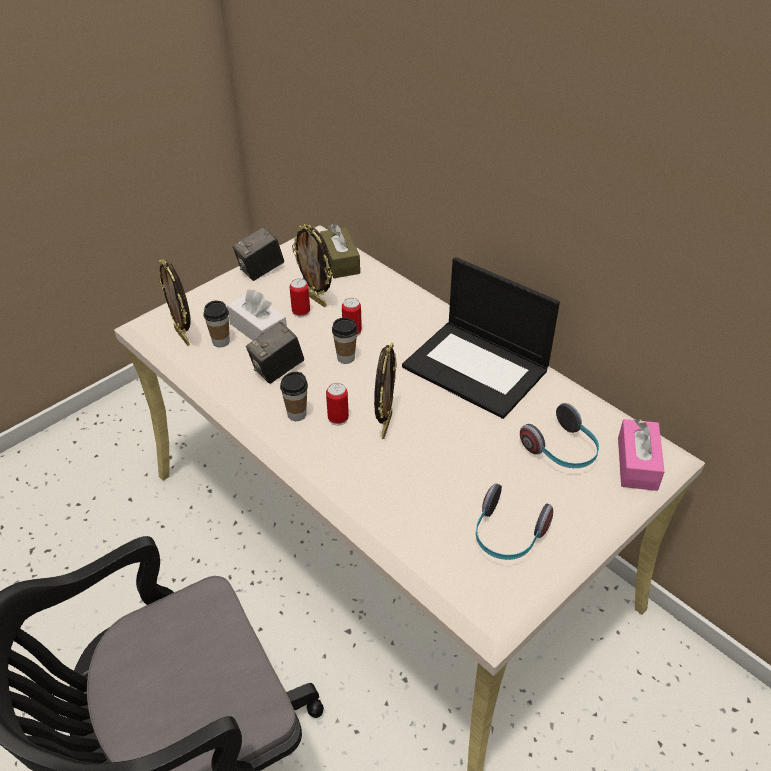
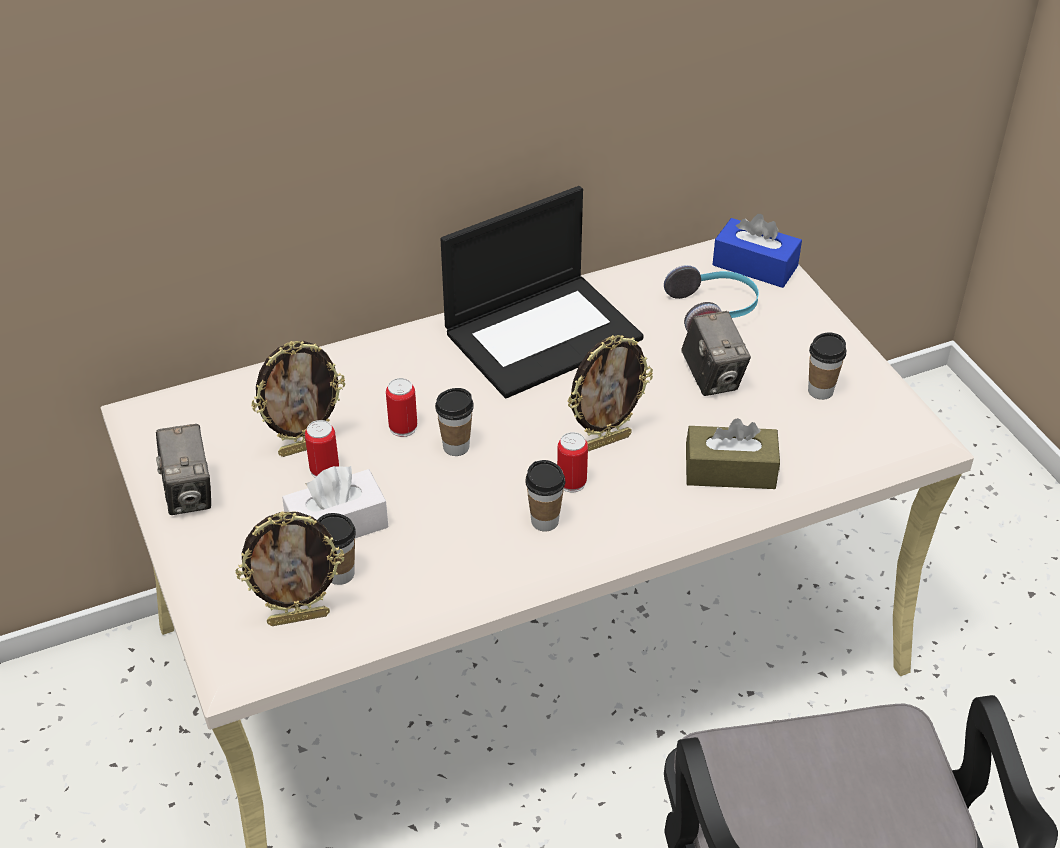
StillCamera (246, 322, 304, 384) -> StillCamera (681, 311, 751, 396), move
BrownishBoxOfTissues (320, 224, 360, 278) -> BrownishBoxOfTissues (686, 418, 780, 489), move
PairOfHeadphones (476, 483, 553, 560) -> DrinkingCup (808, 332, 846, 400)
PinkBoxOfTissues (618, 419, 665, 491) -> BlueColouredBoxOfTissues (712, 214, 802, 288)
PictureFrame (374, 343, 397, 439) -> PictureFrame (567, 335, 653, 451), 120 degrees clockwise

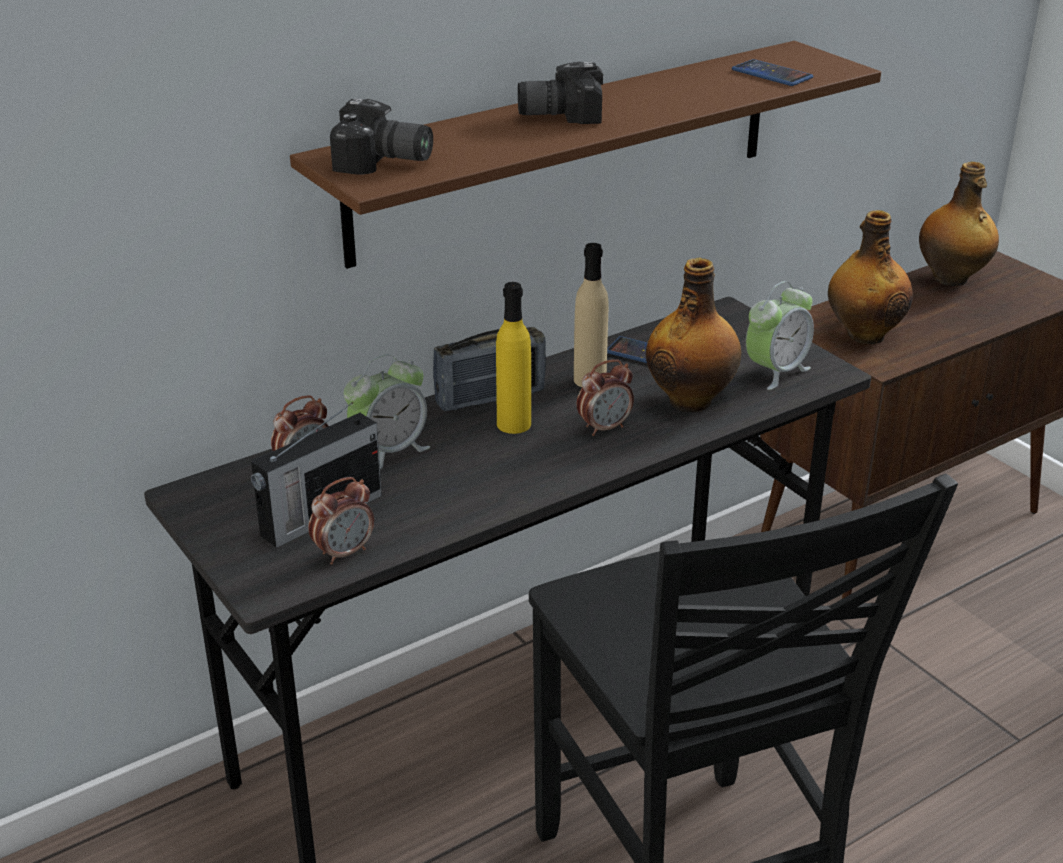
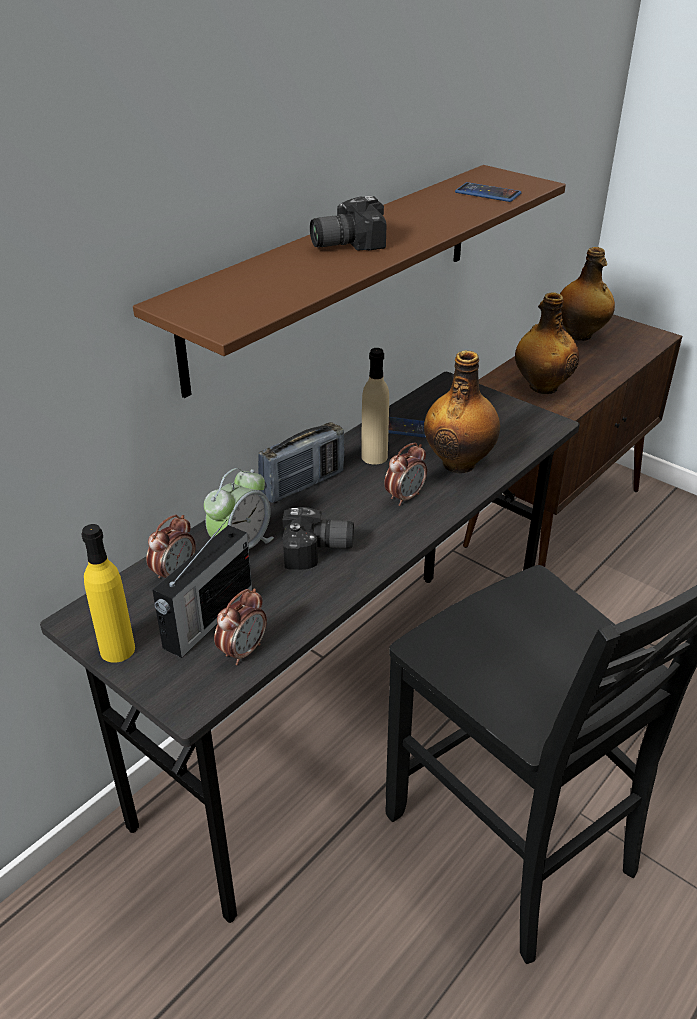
AlarmClock (746, 281, 814, 390) -> none
StillCamera (330, 98, 433, 175) -> StillCamera (283, 506, 354, 570), move
YellowColouredBottle (496, 282, 531, 434) -> YellowColouredBottle (81, 524, 135, 663), move

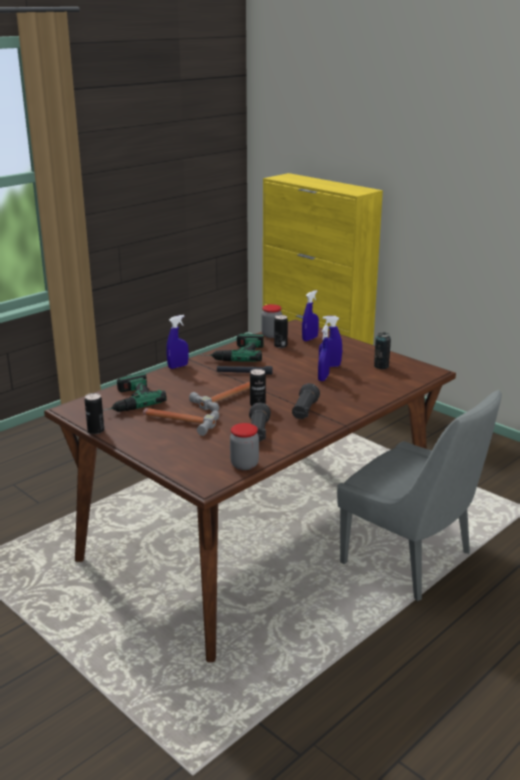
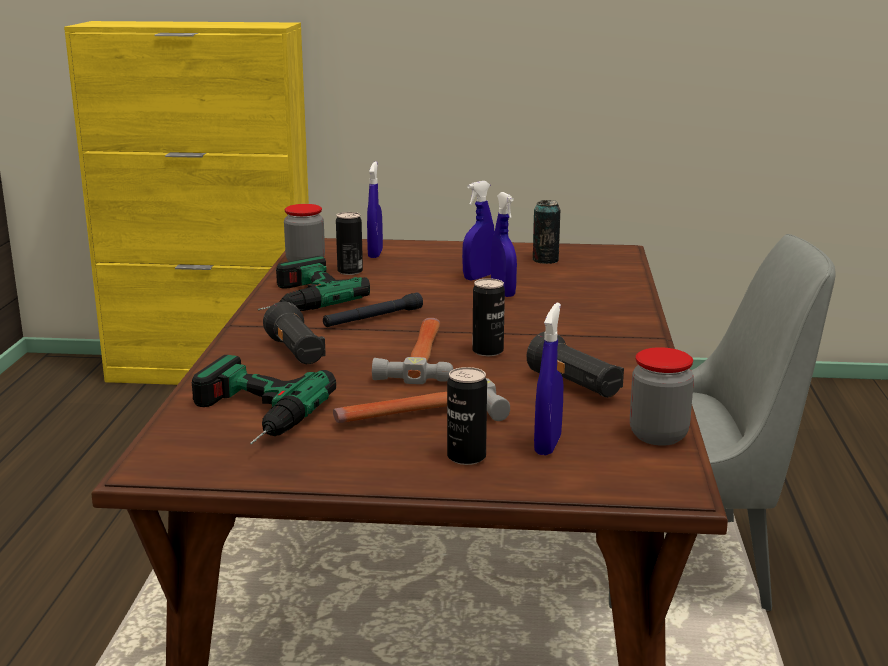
Can (85, 393, 104, 434) -> Can (447, 367, 487, 465), move
BlueColouredHandSprayer (166, 315, 189, 369) -> BlueColouredHandSprayer (534, 303, 563, 455), move
BlackTorch (292, 383, 320, 419) -> BlackTorch (263, 302, 326, 364), move

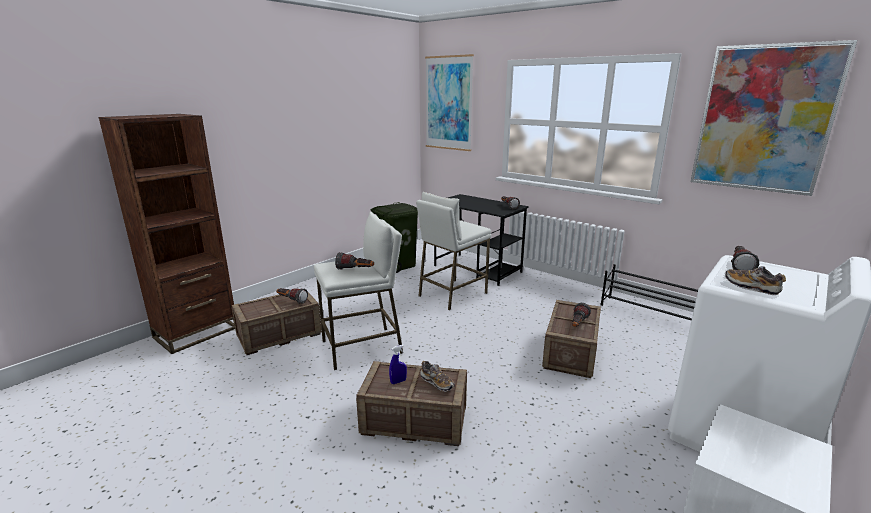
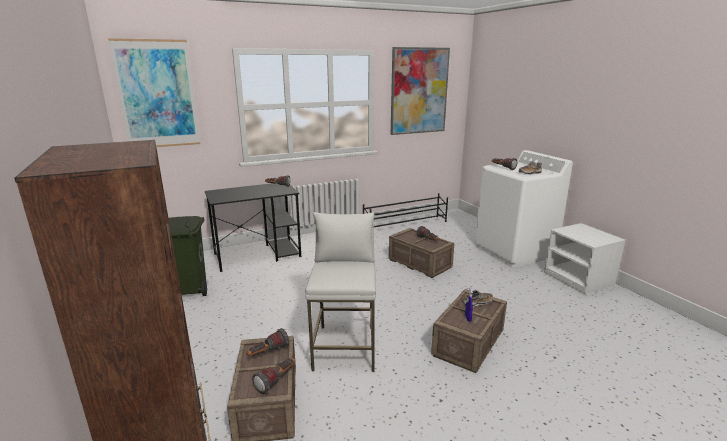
WhitishStoolSeat (416, 192, 491, 310) -> none
Torch (335, 252, 374, 270) -> Torch (252, 358, 295, 394), move

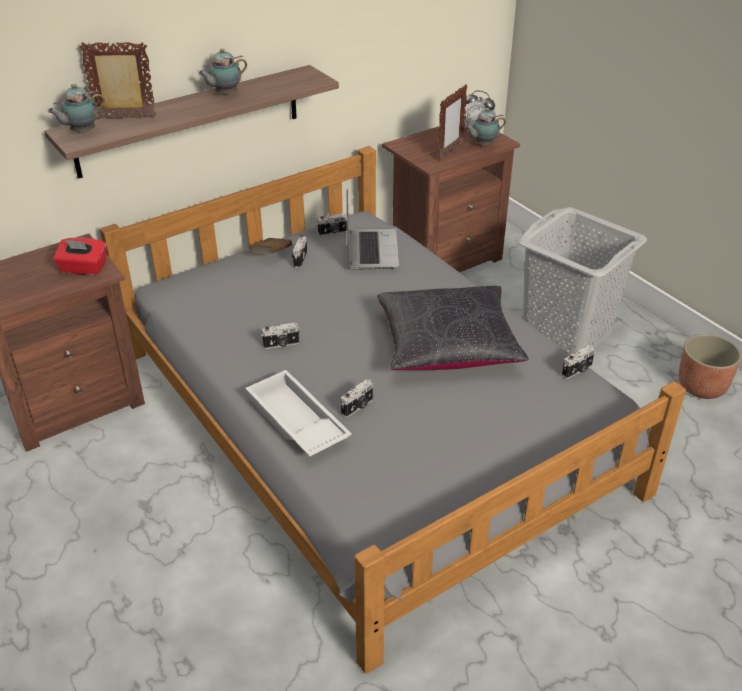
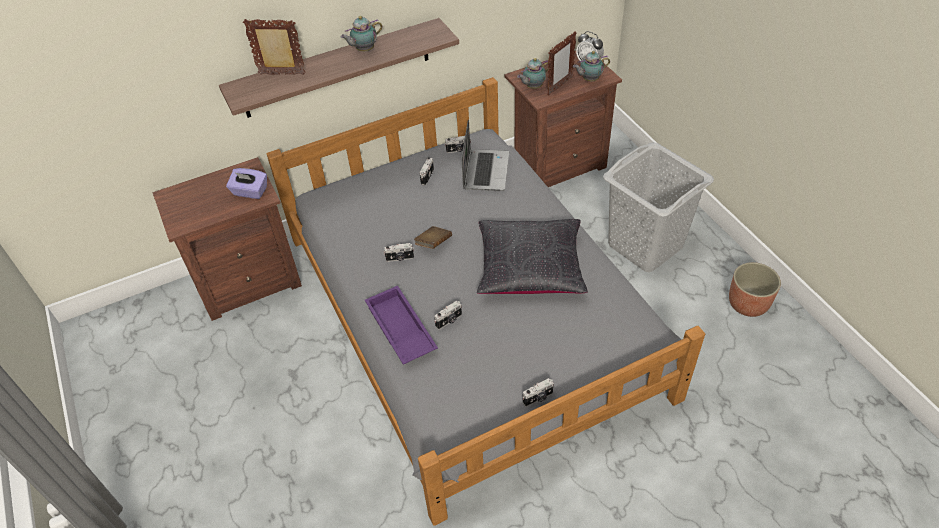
PotForTea (48, 84, 105, 133) -> PotForTea (517, 58, 549, 89), move
BrownishVolume (250, 238, 292, 253) -> BrownishVolume (414, 226, 452, 249), move
StillCamera (562, 345, 595, 379) -> StillCamera (522, 378, 554, 407), move
RedBoxOfTissues (53, 238, 107, 275) -> PurpleBoxOfTissues (226, 168, 267, 199)
WhitishTray (245, 370, 352, 456) -> PurpleTray (365, 286, 438, 365)

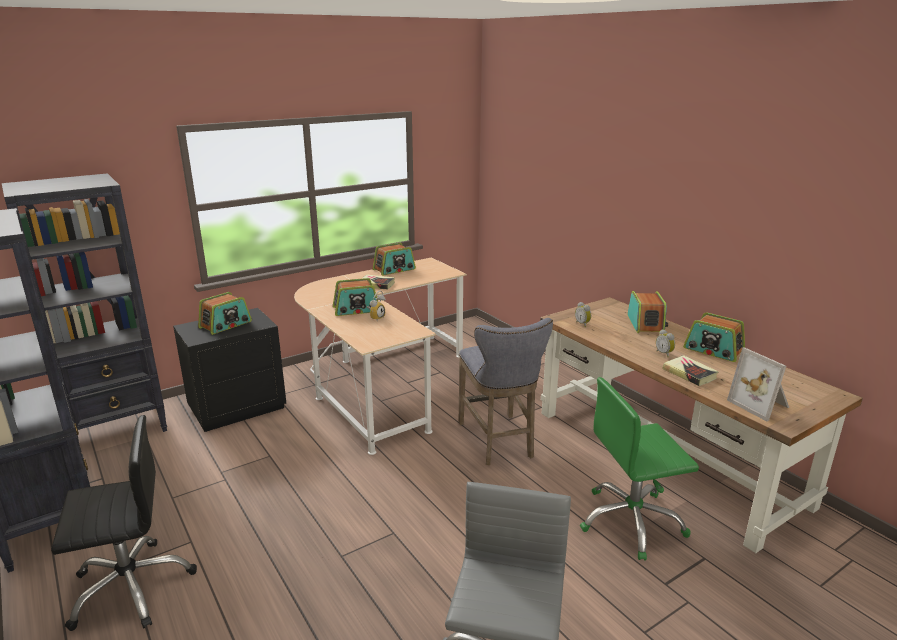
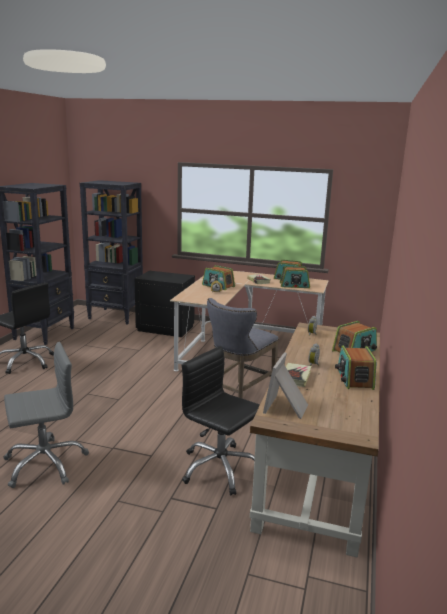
RadioReceiver (198, 292, 252, 335) -> RadioReceiver (280, 266, 310, 288), move
GreenOfficeChair (580, 377, 699, 560) -> BlackOfficeChair (182, 346, 260, 496)

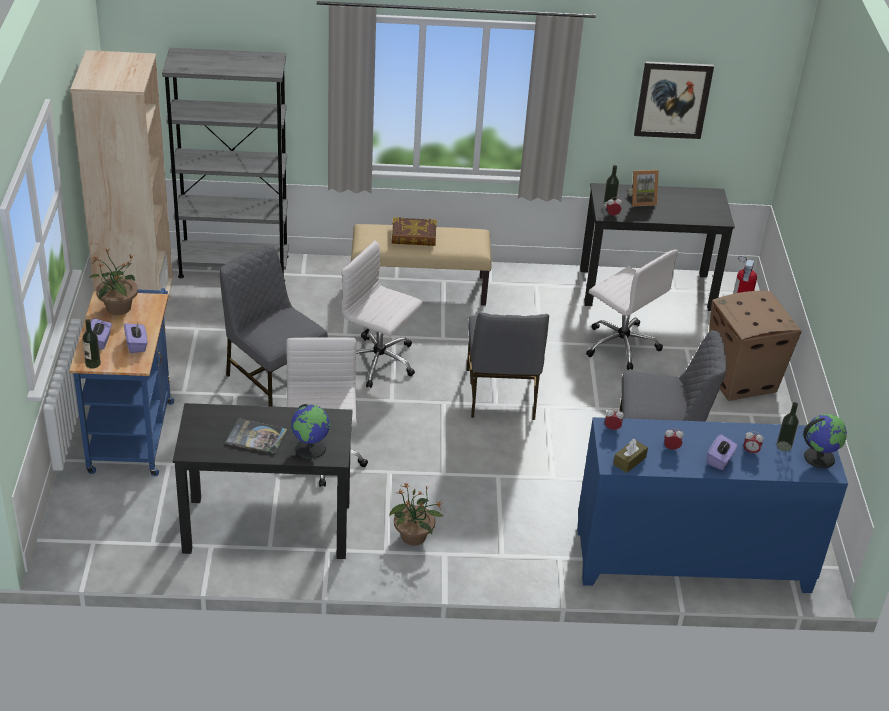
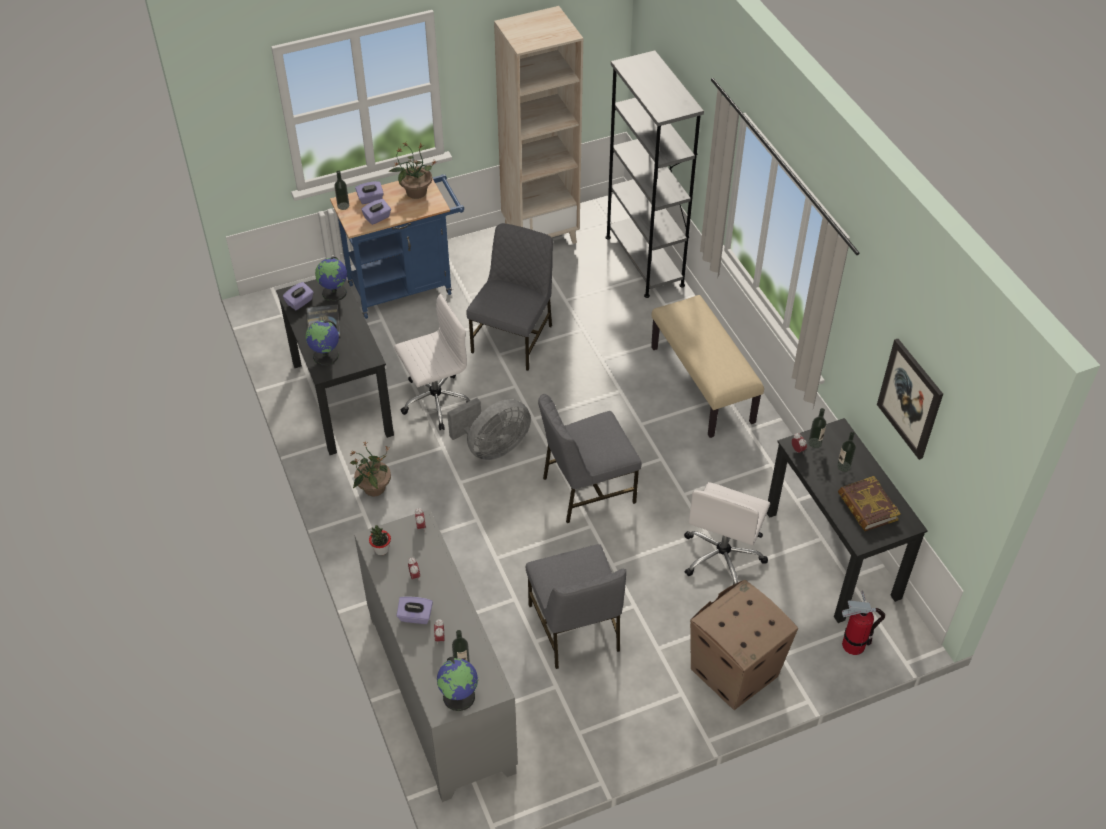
WhitishOfficeChair (341, 241, 423, 388) -> none
none -> PurpleBoxOfTissues (283, 282, 314, 310)
none -> Globe (315, 257, 347, 302)
none -> GreyElectricFan (447, 398, 531, 460)
Volume (392, 217, 437, 246) -> Volume (838, 476, 901, 531), move
BrownishBoxOfTissues (613, 439, 648, 473) -> PlantInAPot (369, 525, 391, 555)
PictureFrame (628, 170, 659, 207) -> Bottle (837, 432, 856, 472)
BlueColouredStorageCabinet (577, 417, 848, 593) -> GreyStorageCabinet (354, 509, 518, 802)

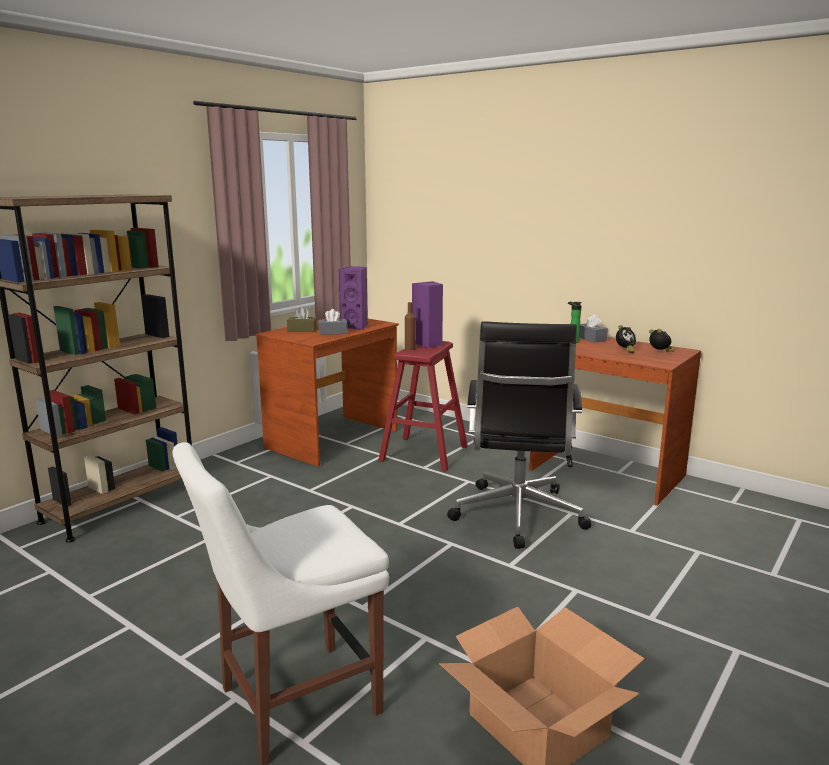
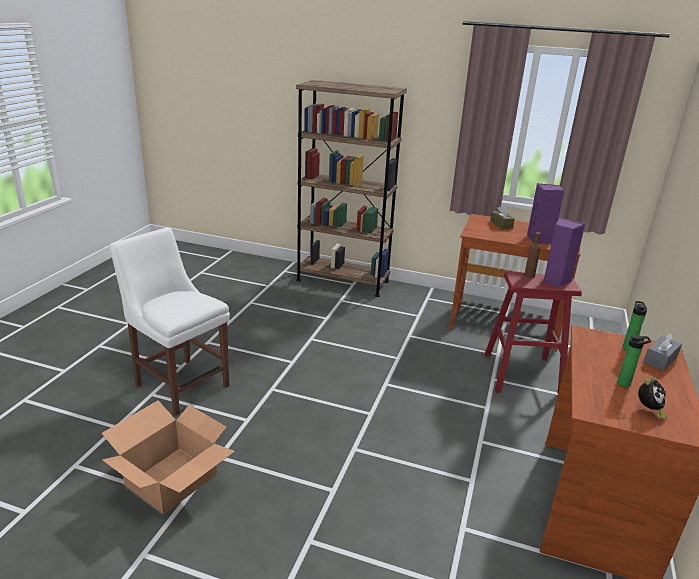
GreyBoxOfTissues (318, 309, 348, 335) -> none
BlackOfficeChair (447, 321, 591, 549) -> none
AlarmClock (616, 325, 636, 353) -> Bottle (617, 335, 651, 387)

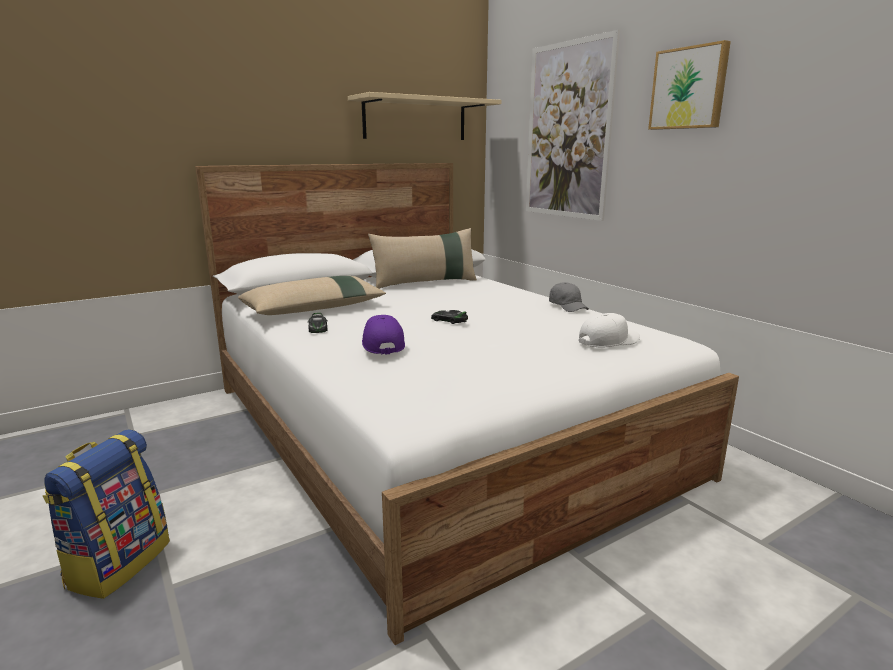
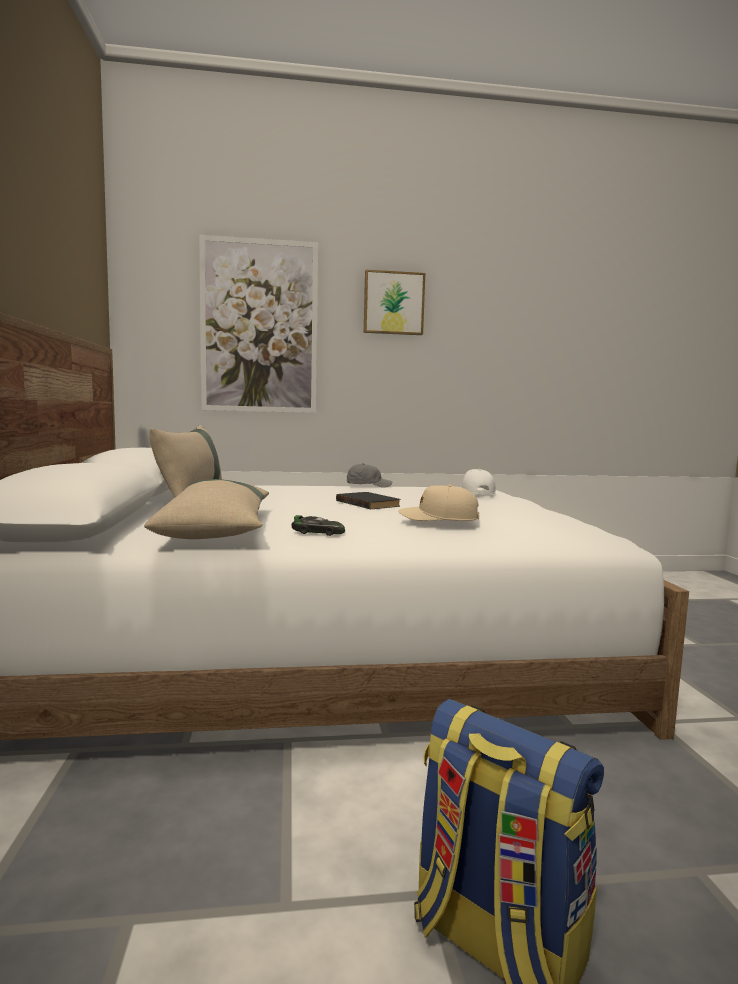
BeigeColouredWallShelf (348, 92, 502, 140) -> none
ToyCar (431, 310, 468, 324) -> BlackVolume (336, 492, 401, 509)
PurpleBaseballCap (362, 315, 405, 354) -> BeigeColouredBaseballCap (398, 484, 479, 521)

